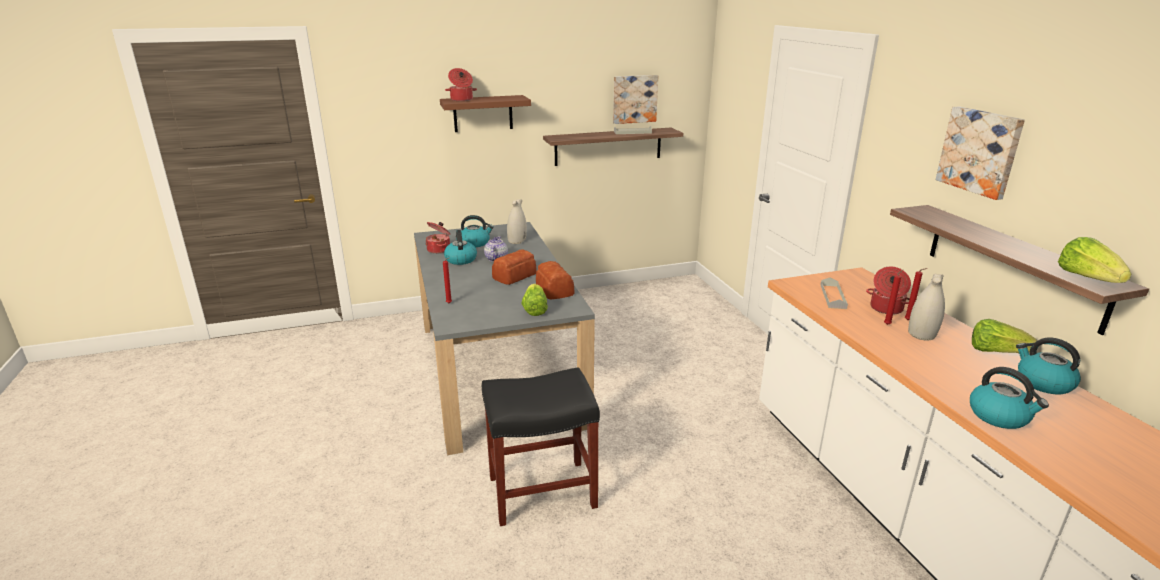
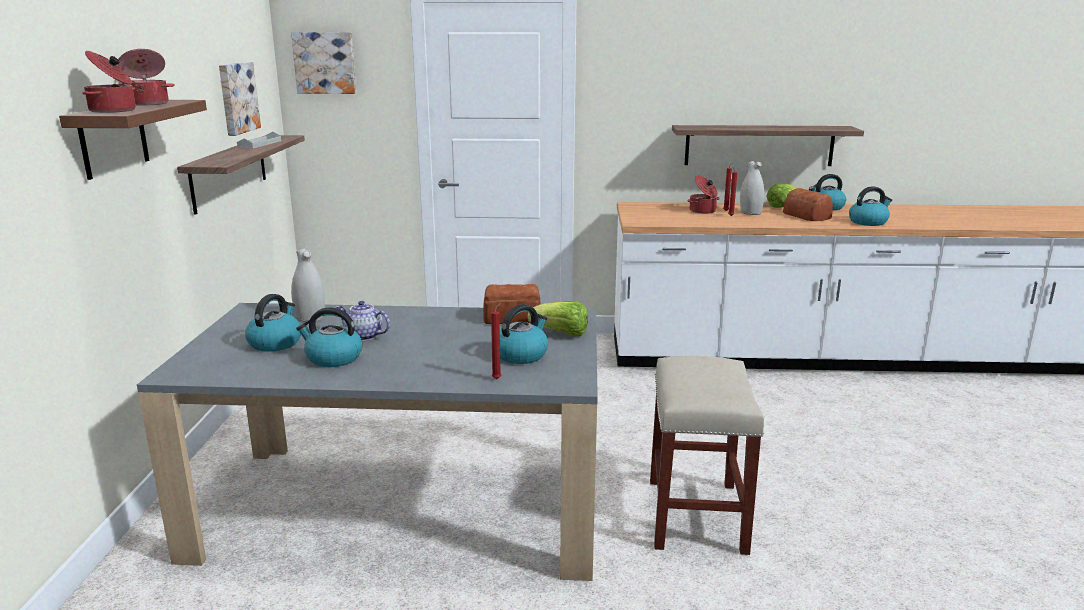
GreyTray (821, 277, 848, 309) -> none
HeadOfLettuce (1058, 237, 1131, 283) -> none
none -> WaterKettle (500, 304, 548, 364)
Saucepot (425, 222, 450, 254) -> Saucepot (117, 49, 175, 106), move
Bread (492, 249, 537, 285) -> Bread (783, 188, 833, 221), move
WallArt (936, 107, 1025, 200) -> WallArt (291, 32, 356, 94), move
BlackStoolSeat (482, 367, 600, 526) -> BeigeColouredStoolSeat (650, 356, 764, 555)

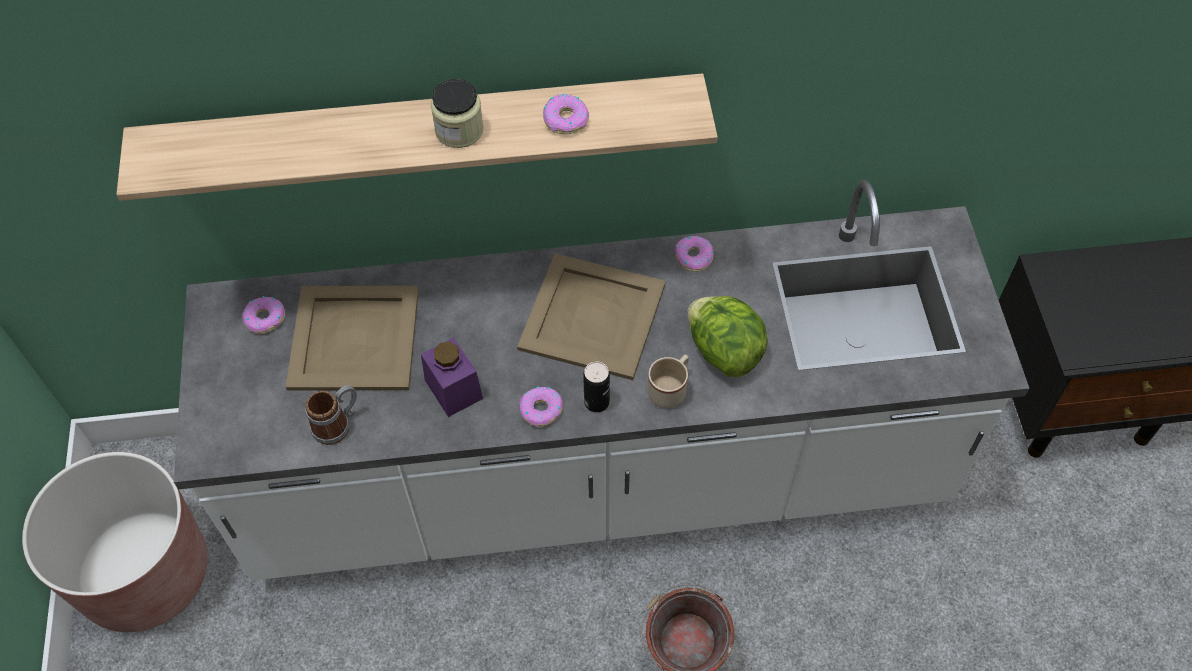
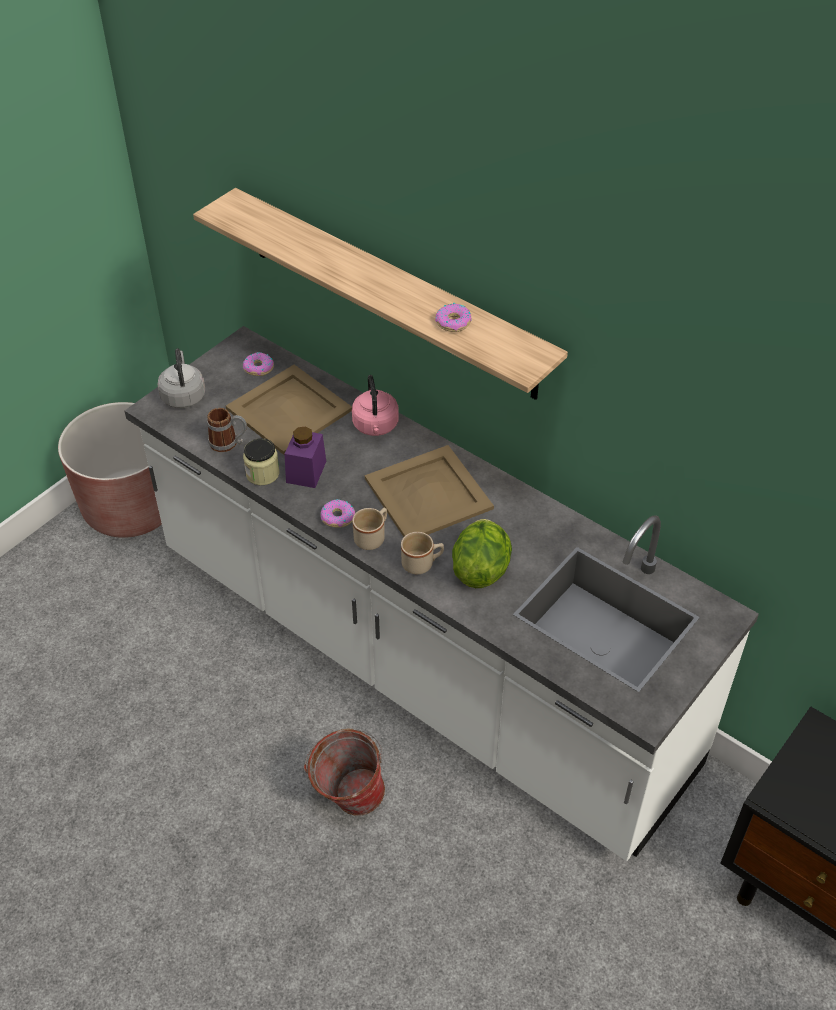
Donut (674, 236, 714, 272) -> none
none -> GreyWaterKettle (157, 348, 205, 408)
none -> PinkWaterKettle (352, 375, 399, 436)
StorageJar (431, 79, 484, 148) -> StorageJar (243, 438, 279, 485), move
Can (583, 362, 610, 412) -> BeigeColouredTeaMug (352, 508, 387, 550)

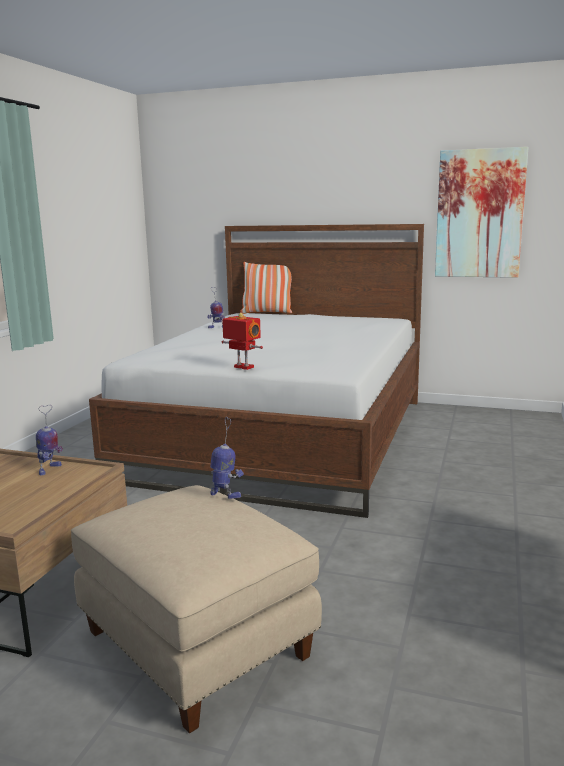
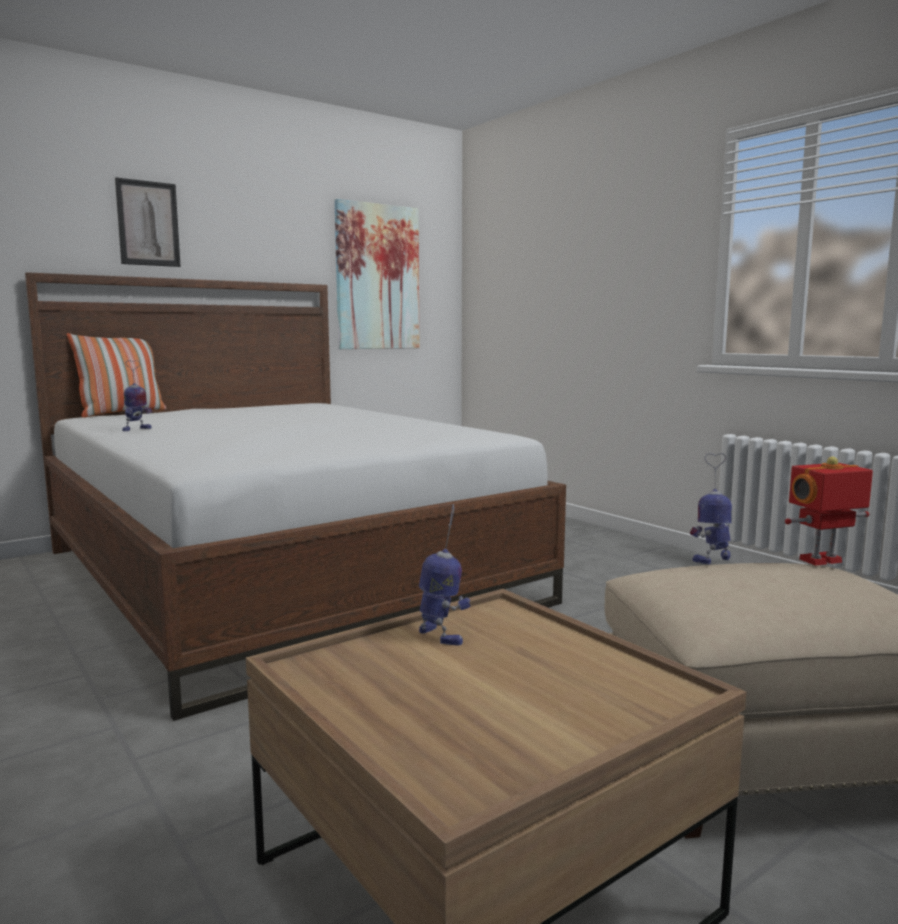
none -> WallArt (115, 177, 181, 267)
ModelRobot (222, 313, 263, 370) -> ModelRobot (785, 457, 873, 566), move

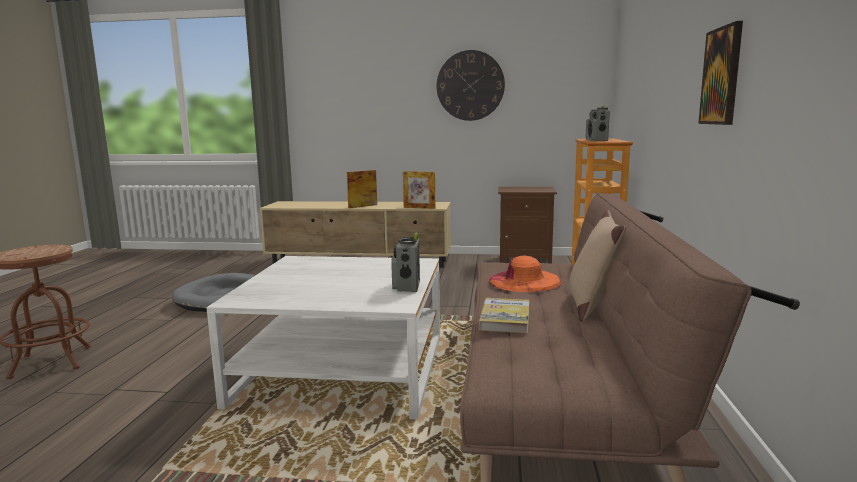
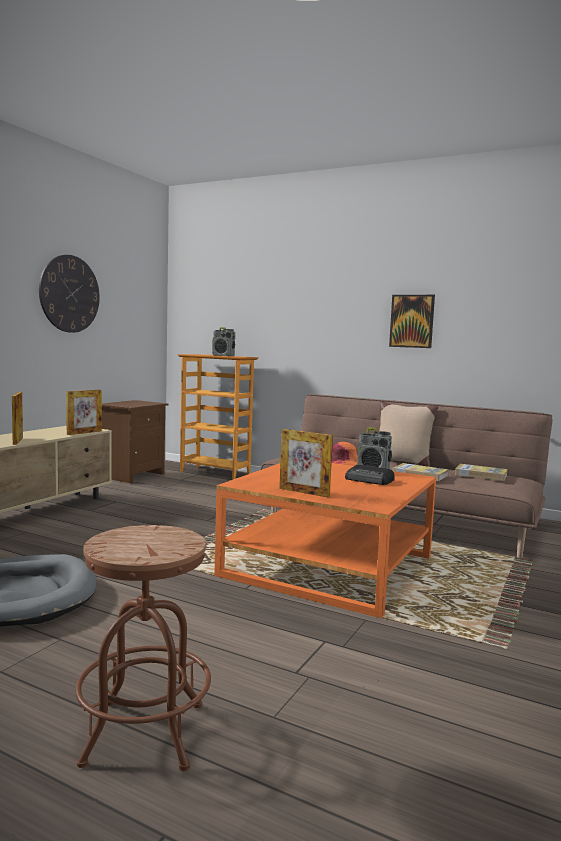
none -> PictureFrame (279, 429, 333, 497)
none -> RadioReceiver (345, 465, 395, 485)
none -> Volume (455, 464, 507, 481)
WhitishLowTable (206, 256, 440, 420) -> OrangeyLowTable (214, 463, 436, 618)

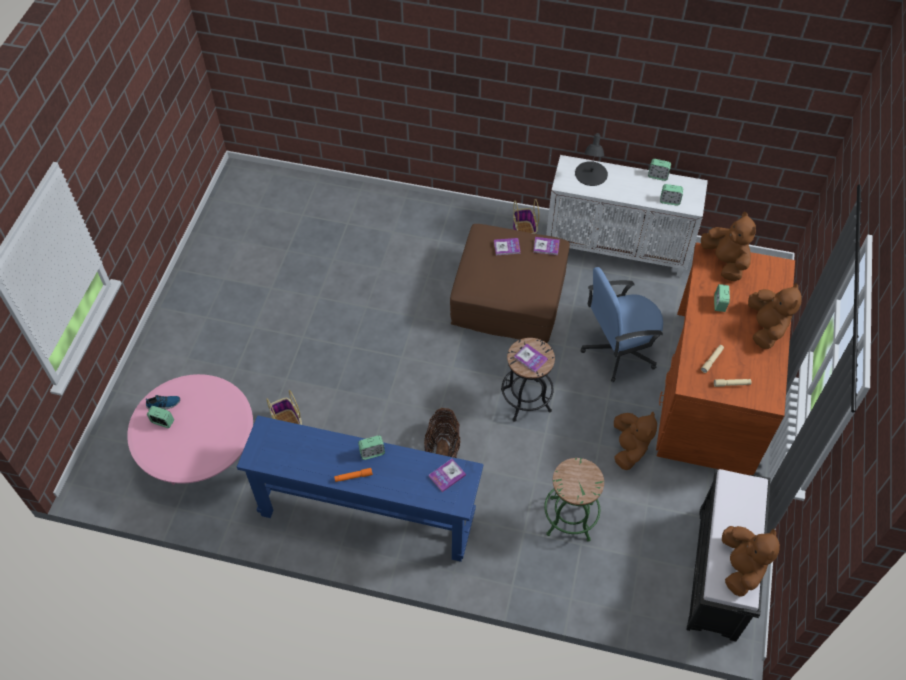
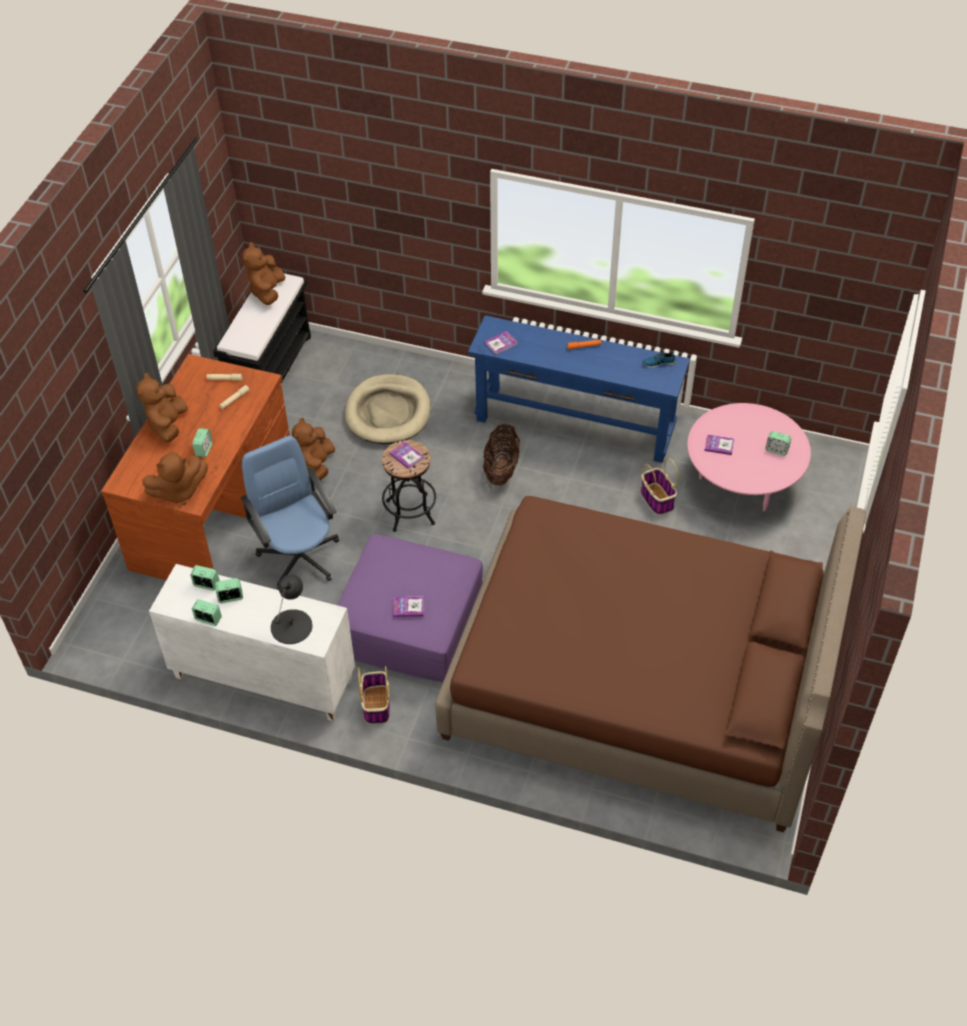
none -> BrownishBed (435, 496, 866, 832)
ItemOfFootwear (146, 395, 180, 410) -> ItemOfFootwear (642, 350, 676, 368), move
AlarmClock (358, 435, 385, 460) -> AlarmClock (215, 578, 243, 603), move
Volume (533, 237, 560, 255) -> Volume (704, 434, 734, 455), move
GreenStoolSeat (544, 458, 604, 542) -> BeigeColouredDogCushion (345, 374, 431, 444)
BrownishPouffe (450, 224, 570, 343) -> PurplePouffe (337, 534, 483, 683)
BlueColouredOfficeChair (581, 267, 663, 382) -> BlueColouredOfficeChair (241, 436, 339, 590), 105 degrees counterclockwise
BrownishCuddlyToy (701, 212, 756, 281) -> BrownishCuddlyToy (143, 452, 208, 505), 90 degrees counterclockwise

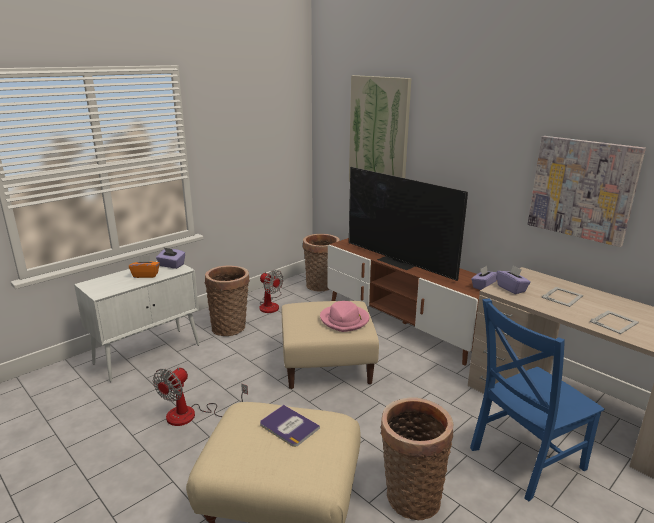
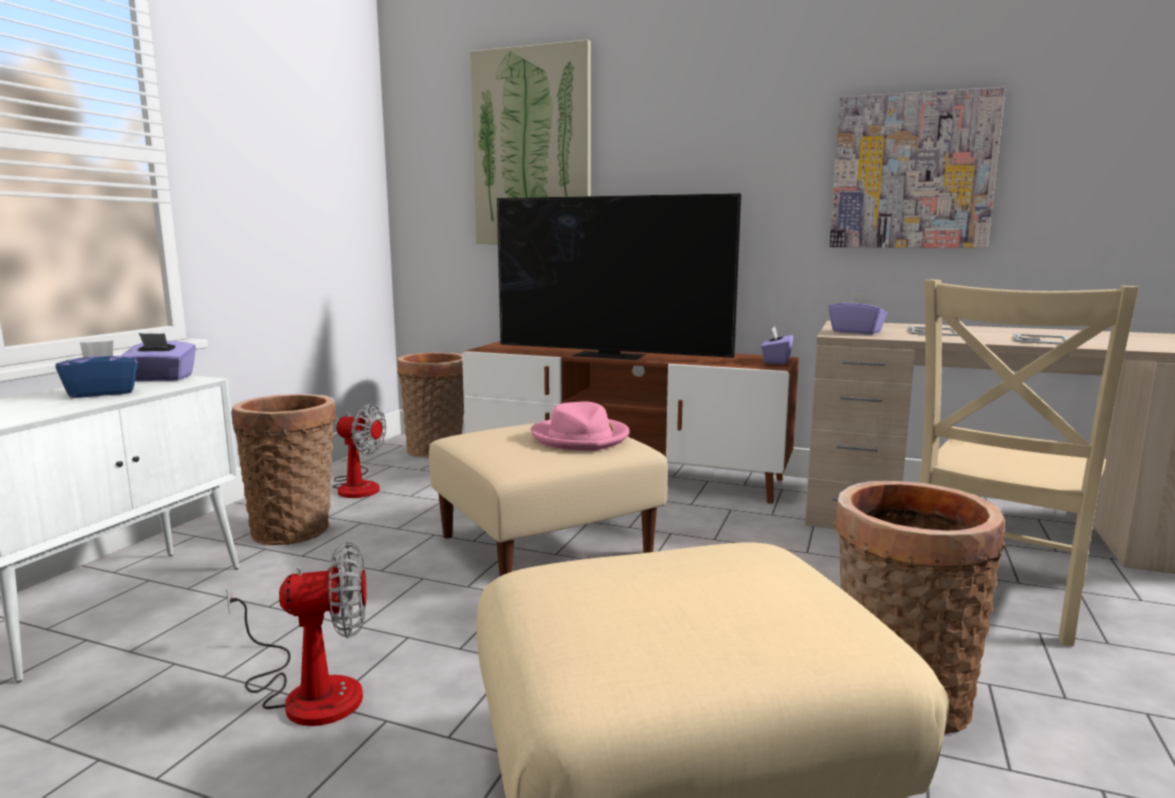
Volume (260, 405, 320, 447) -> none
OrangeyBoxOfTissues (129, 255, 160, 278) -> BlueColouredBoxOfTissues (56, 340, 138, 398)
BlueColouredChair (470, 299, 604, 502) -> BeigeColouredChair (920, 280, 1139, 646)
ElectricFan (153, 367, 248, 426) -> ElectricFan (226, 542, 366, 726), 105 degrees counterclockwise

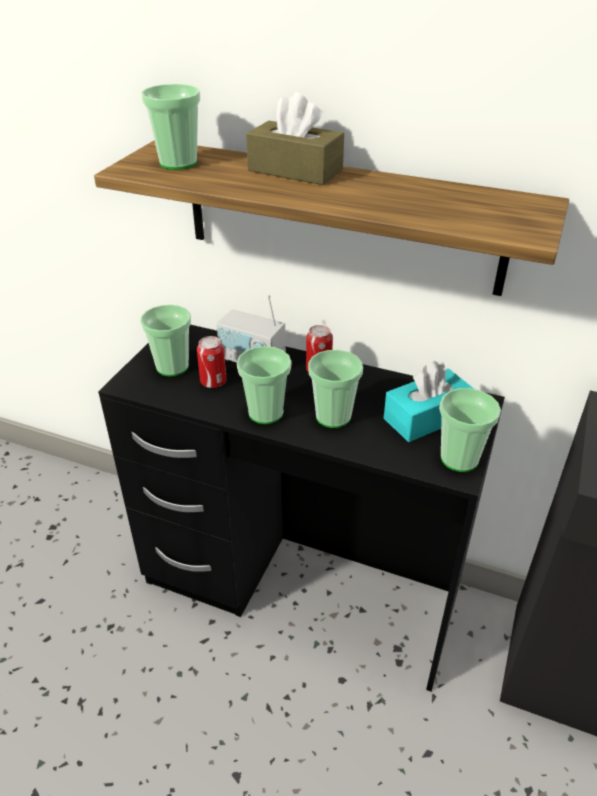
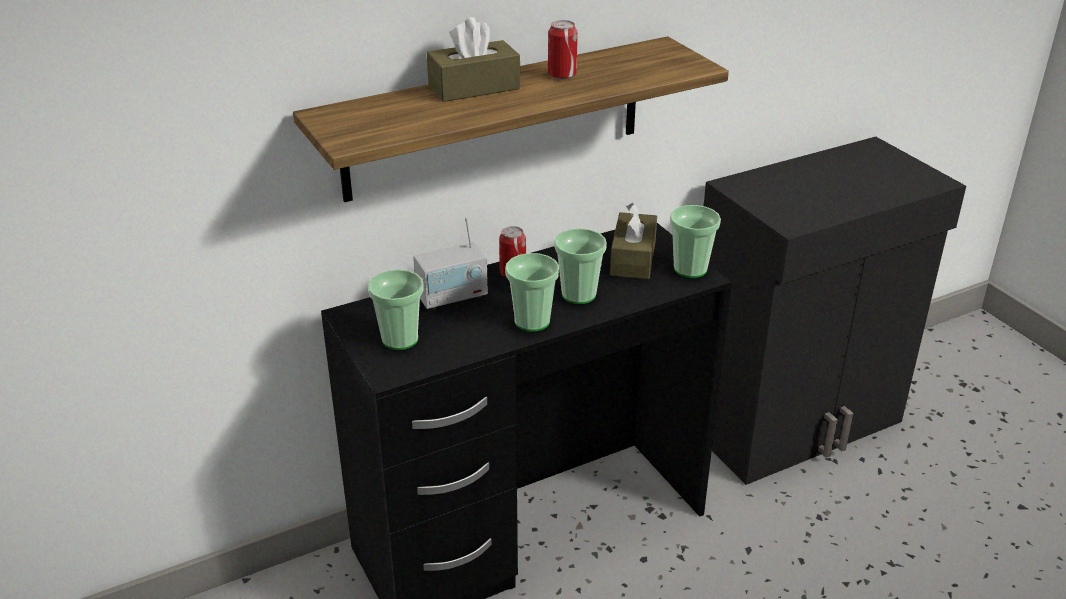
DrinkingCup (141, 84, 200, 170) -> none
Can (197, 336, 227, 388) -> Can (548, 20, 578, 79), move
TurquoiseBoxOfTissues (384, 361, 474, 442) -> BrownishBoxOfTissues (610, 203, 657, 279)

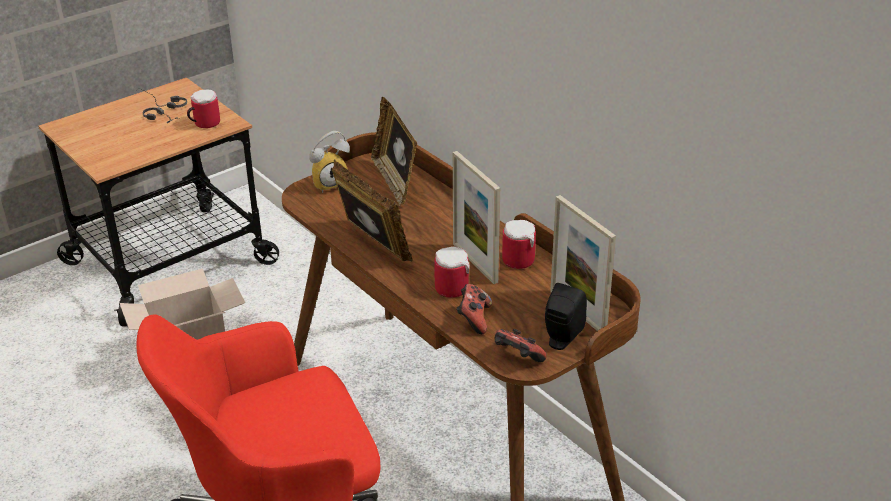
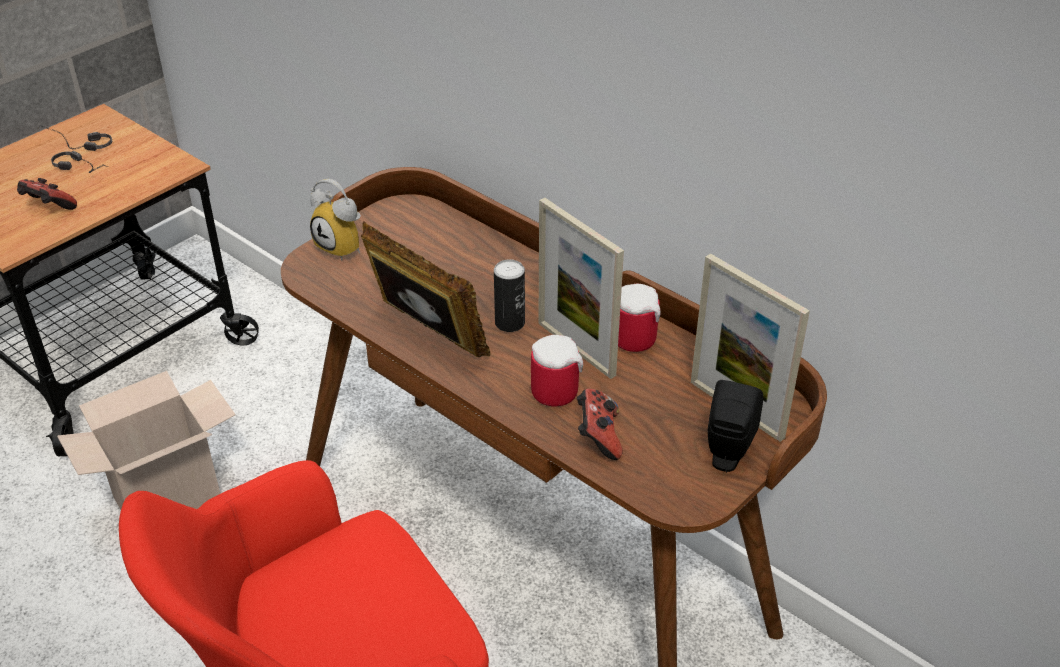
TeaMug (187, 90, 220, 128) -> none
PictureFrame (371, 97, 418, 206) -> none
none -> Can (494, 259, 525, 332)
GameController (495, 329, 546, 363) -> GameController (17, 178, 77, 210), move
AlarmClock (309, 131, 350, 193) -> AlarmClock (310, 179, 361, 260), 75 degrees clockwise

